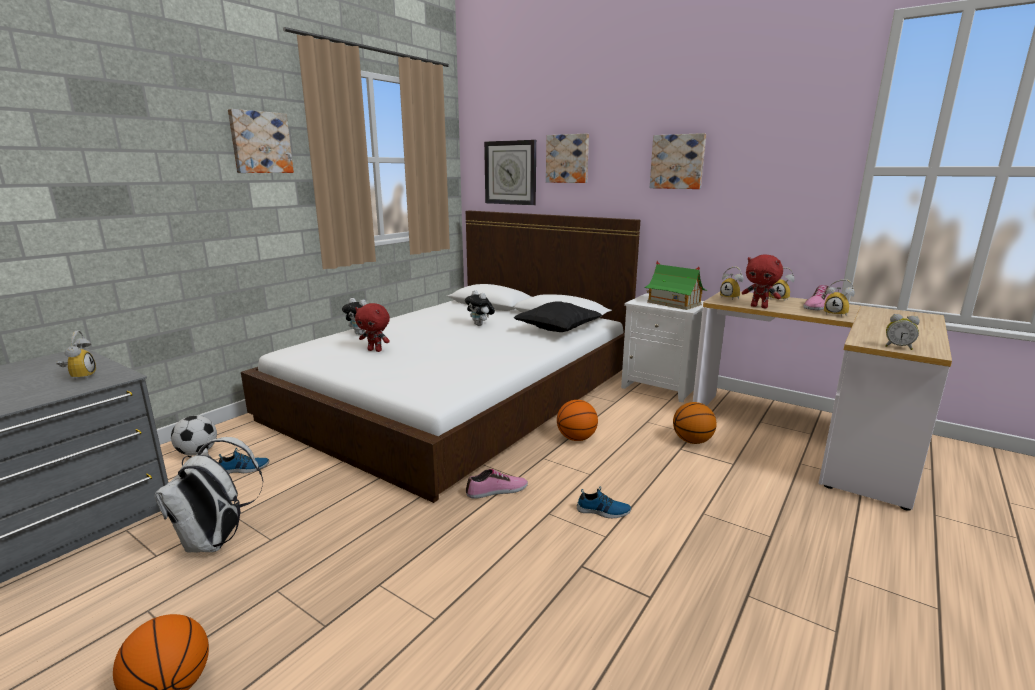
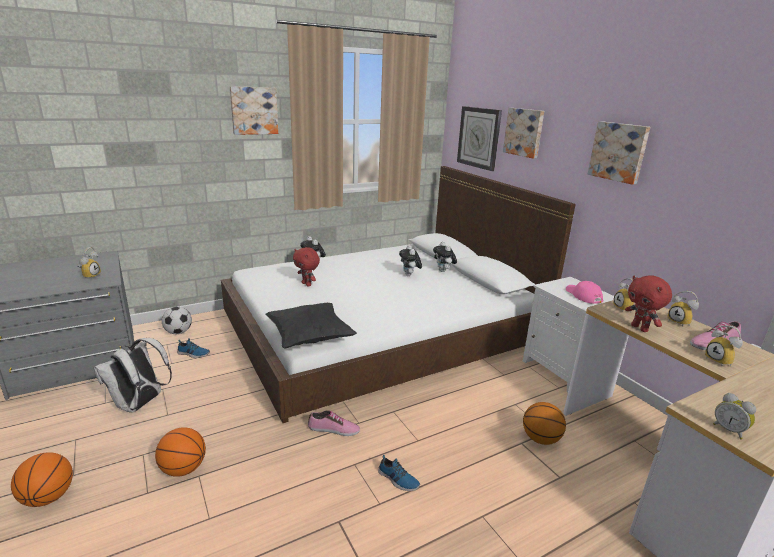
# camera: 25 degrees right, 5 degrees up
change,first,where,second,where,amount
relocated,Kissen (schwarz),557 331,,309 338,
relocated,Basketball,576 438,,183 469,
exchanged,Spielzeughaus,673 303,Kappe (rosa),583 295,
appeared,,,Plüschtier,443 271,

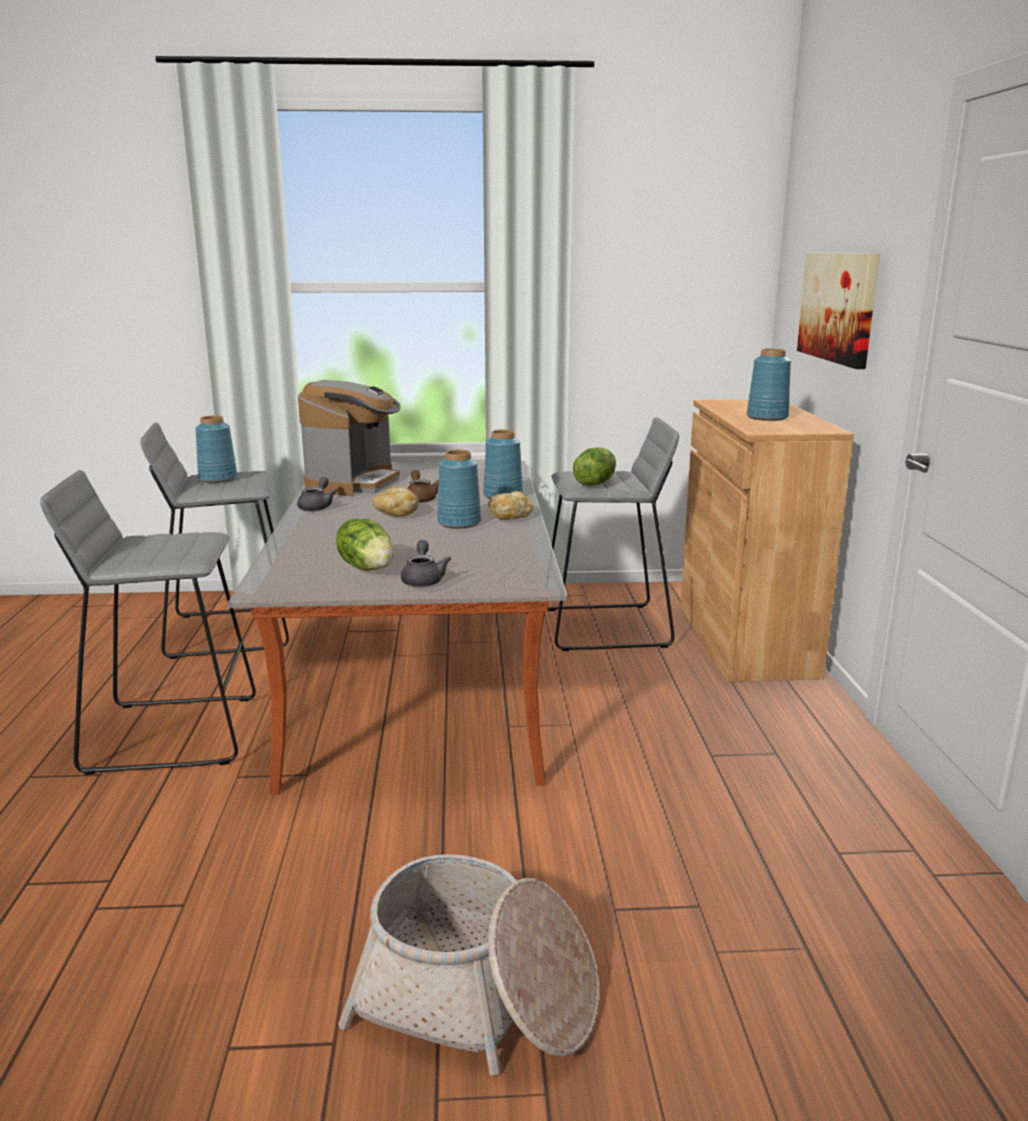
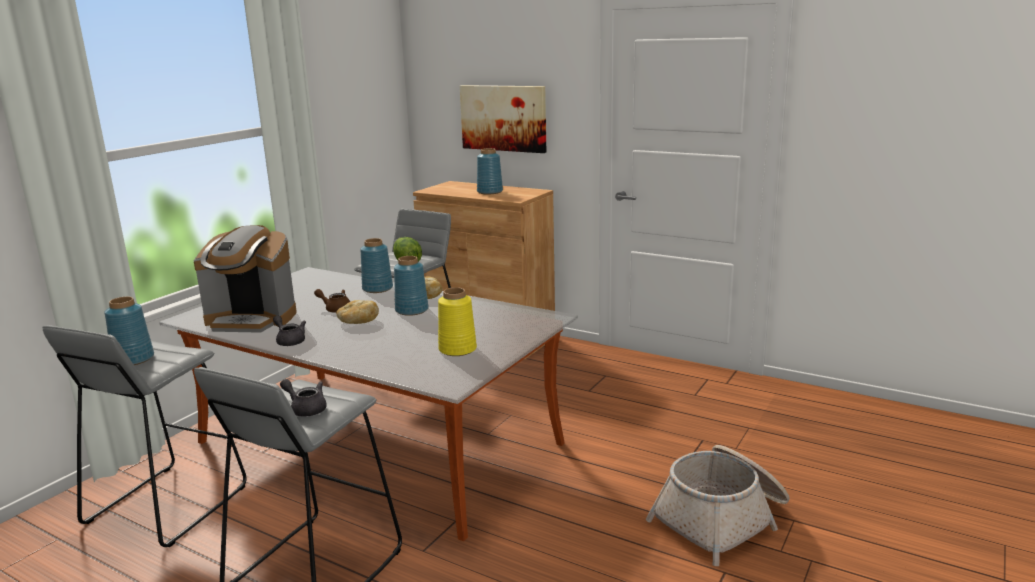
# camera: 55 degrees left, 0 degrees up
change,first,where,second,where,amount
spun,Kaffeemaschine,354 483,,252 320,135 degrees clockwise
exchanged,Salatkopf,368 567,Vase (gelb),457 349,
relocated,Teekanne (grau),423 579,,306 408,

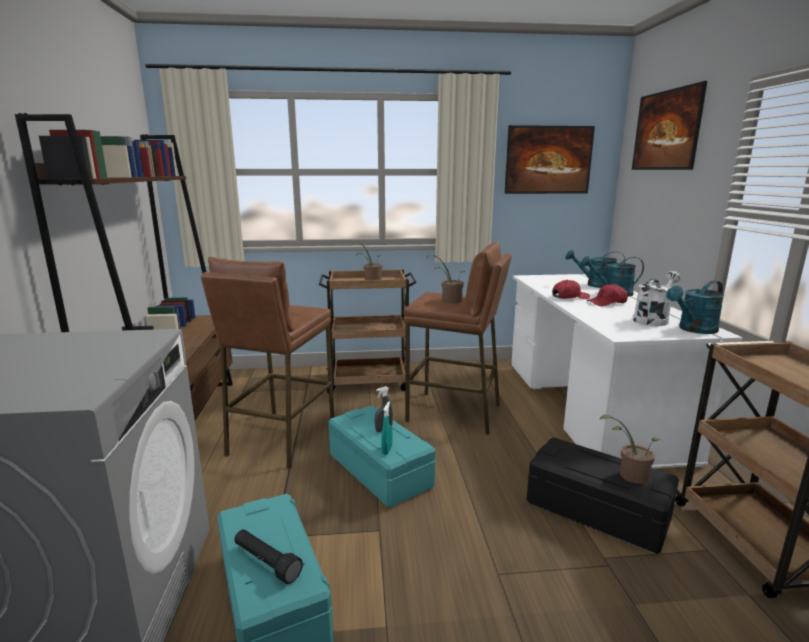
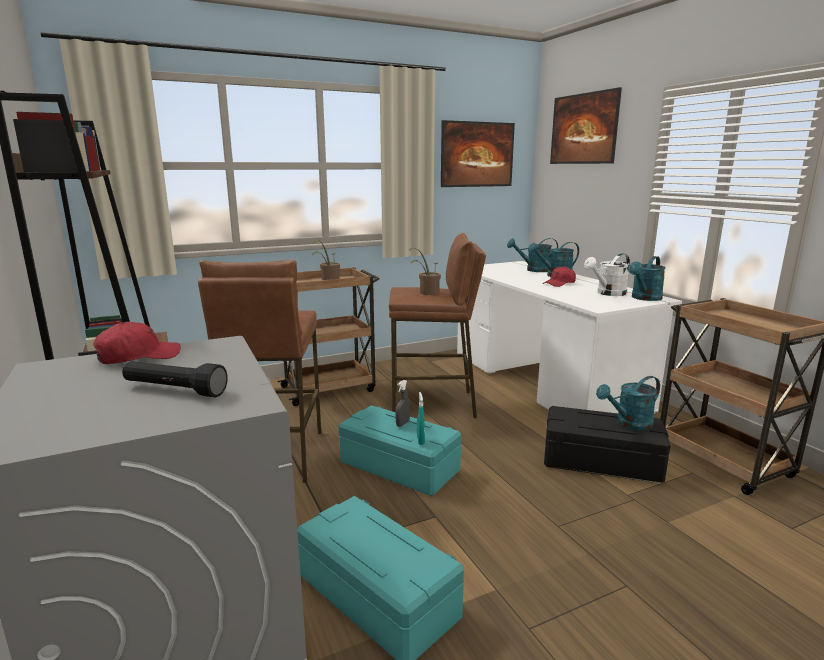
# camera: 20 degrees left, 0 degrees up
change,first,where,second,where,amount
relocated,Taschenlampe (schwarz),266 563,,174 390,
relocated,Kappe (rot),569 297,,138 357,
exchanged,Topfpflanze,629 475,Gießkanne (türkis),629 423,
spun,Gießkanne (weiß),653 319,,608 293,150 degrees counterclockwise

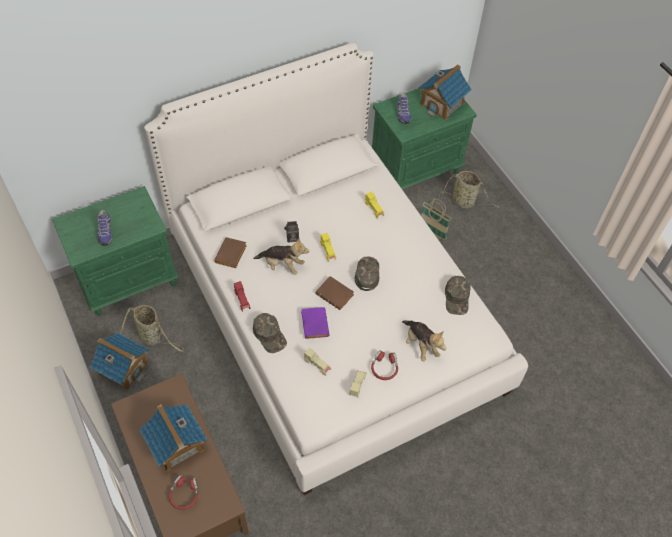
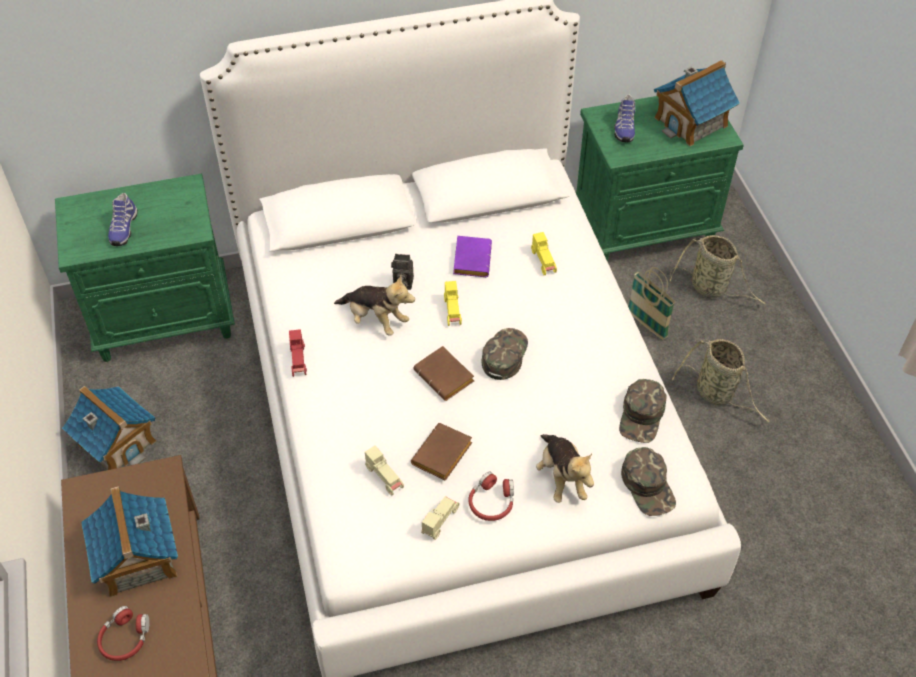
# camera: 15 degrees right, 5 degrees down
change,first,where,second,where,amount
relocated,Korb,152 337,,717 394,
relocated,Buch (braun),231 255,,442 456,
relocated,Kappe (grün),270 335,,648 486,
relocated,Buch (lila),313 324,,470 259,

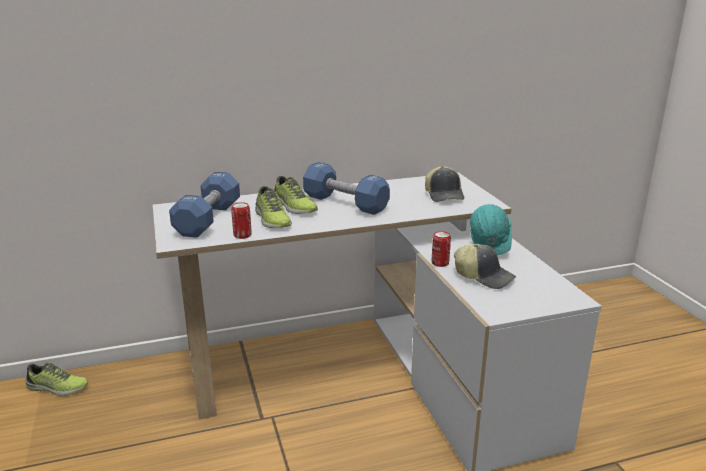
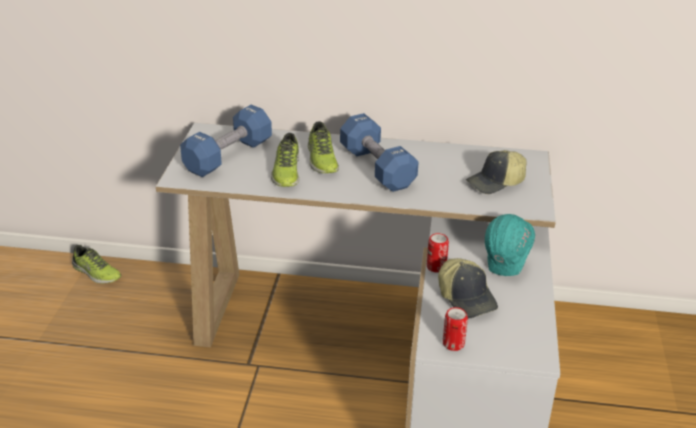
# camera: 25 degrees right, 10 degrees up
change,first,where,second,where,amount
relocated,Dose,242 235,,453 344,
spun,Kappe,444 195,,496 183,45 degrees clockwise

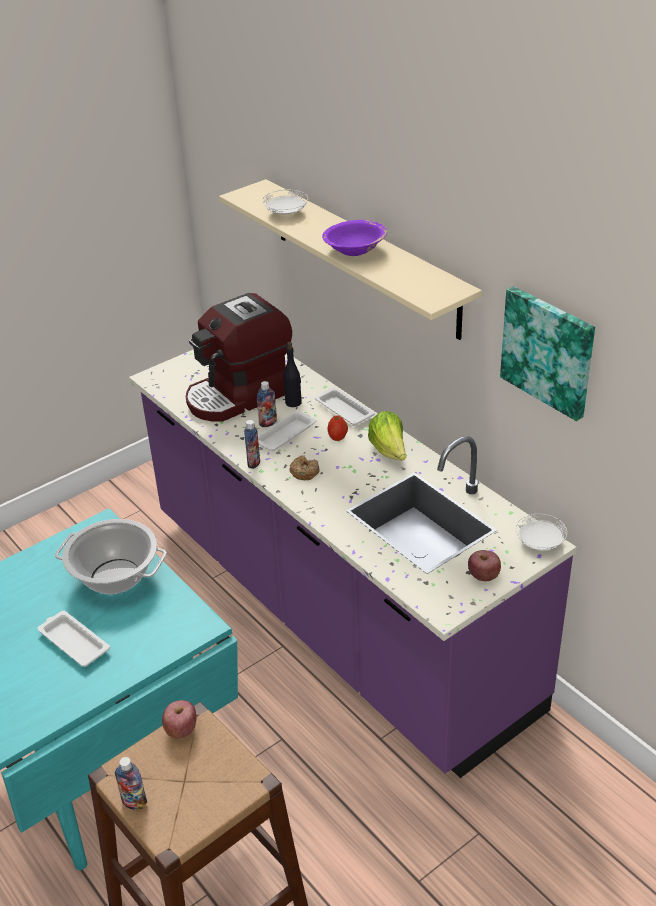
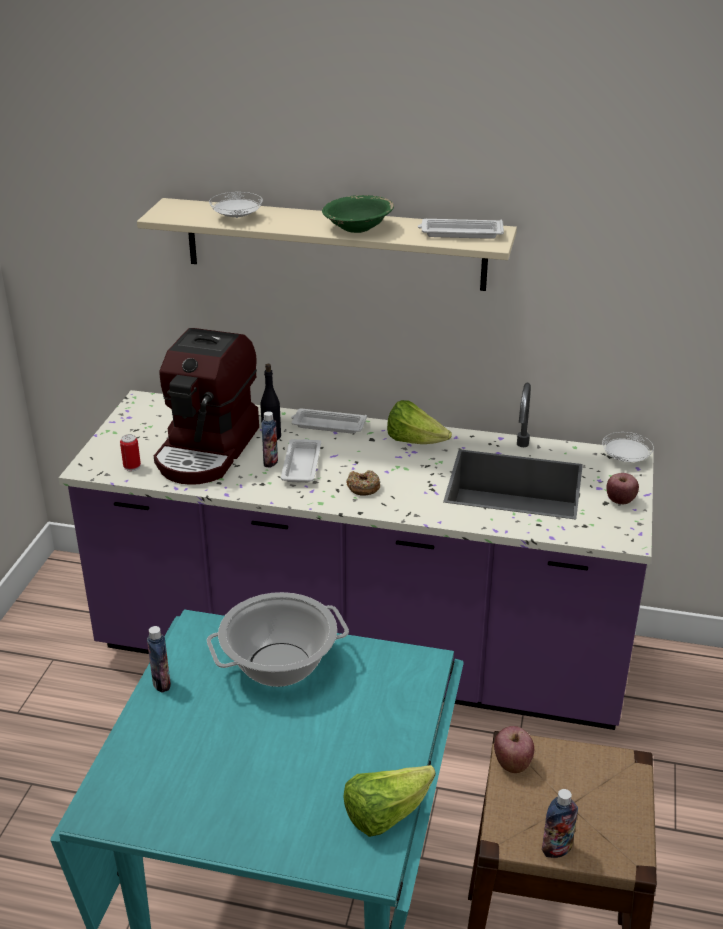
# camera: 40 degrees left, 5 degrees down
change,first,where,second,where,amount
relocated,Tablett (weiß),73 642,,460 233,
relocated,Flasche,253 463,,161 683,
colour,Schüssel (lila),355 250,Schüssel (grün),357 228,
missing,Apfel,337 437,,,
missing,Bild,549 351,,,
appeared,,,Dose,132 467,
appeared,,,Salatkopf,385 814,

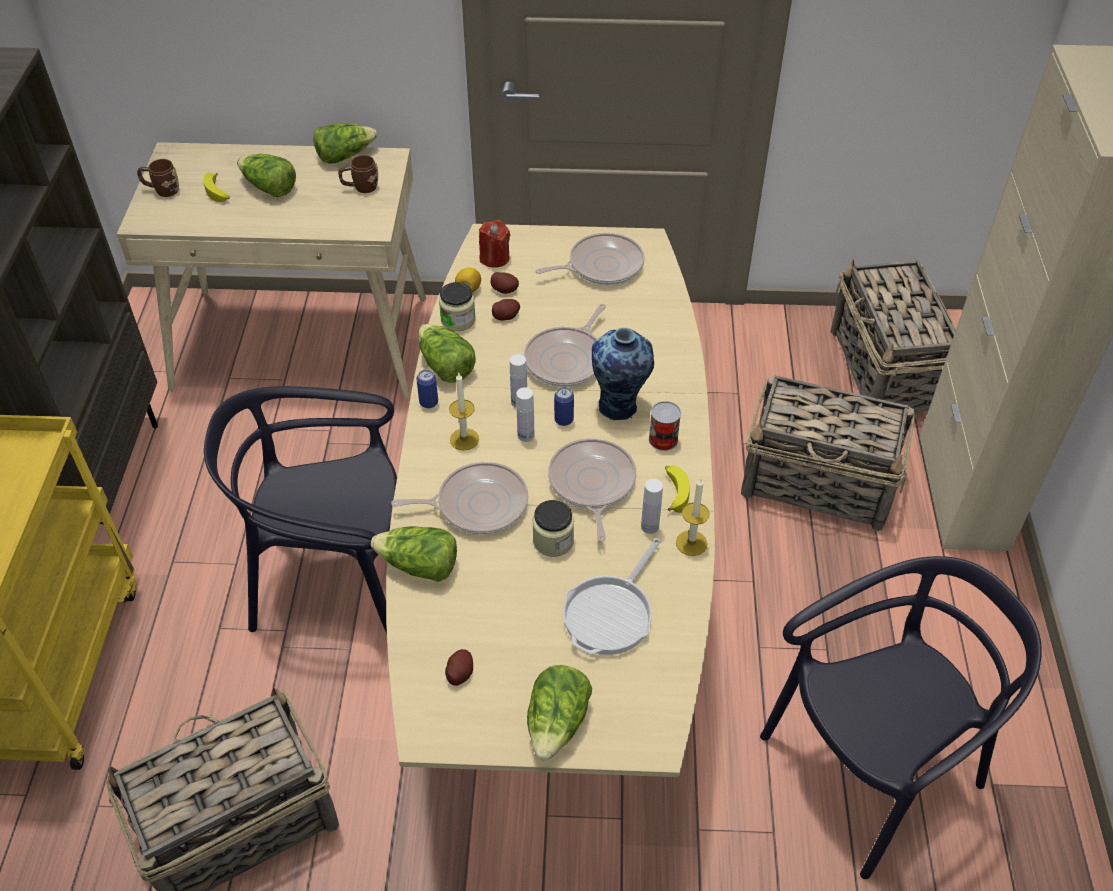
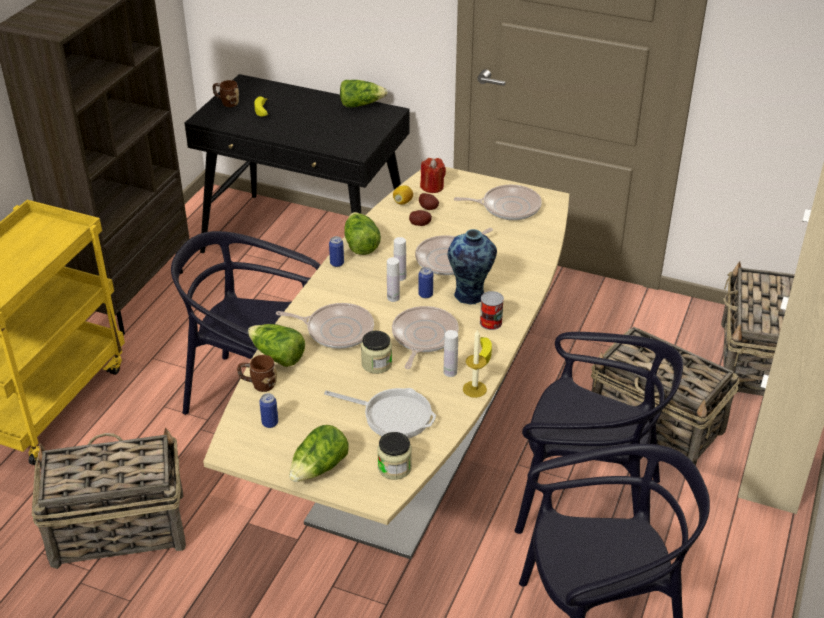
# camera: 20 degrees right, 10 degrees down
change,first,where,second,where,amount
colour,Schreibtisch (beige),303 342,Schreibtisch (schwarz),307 243,
missing,Salatkopf,269 188,,,
relocated,Henkelbecher (braun),360 188,,258 384,
relocated,Vorratsglas,458 320,,394 468,
exchanged,Kartoffel,460 673,Dose,270 423,
missing,Kerze,464 439,,,
spun,Pfanne,611 613,,393 416,120 degrees counterclockwise
appeared,,,Stuhl (schwarz),587 500,

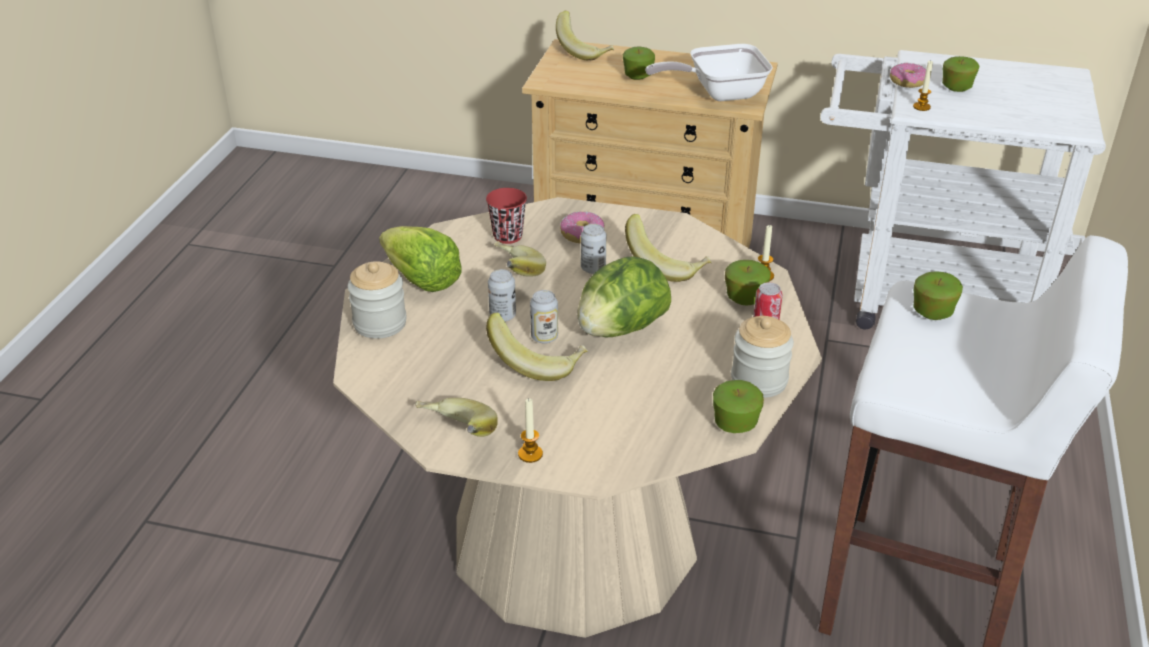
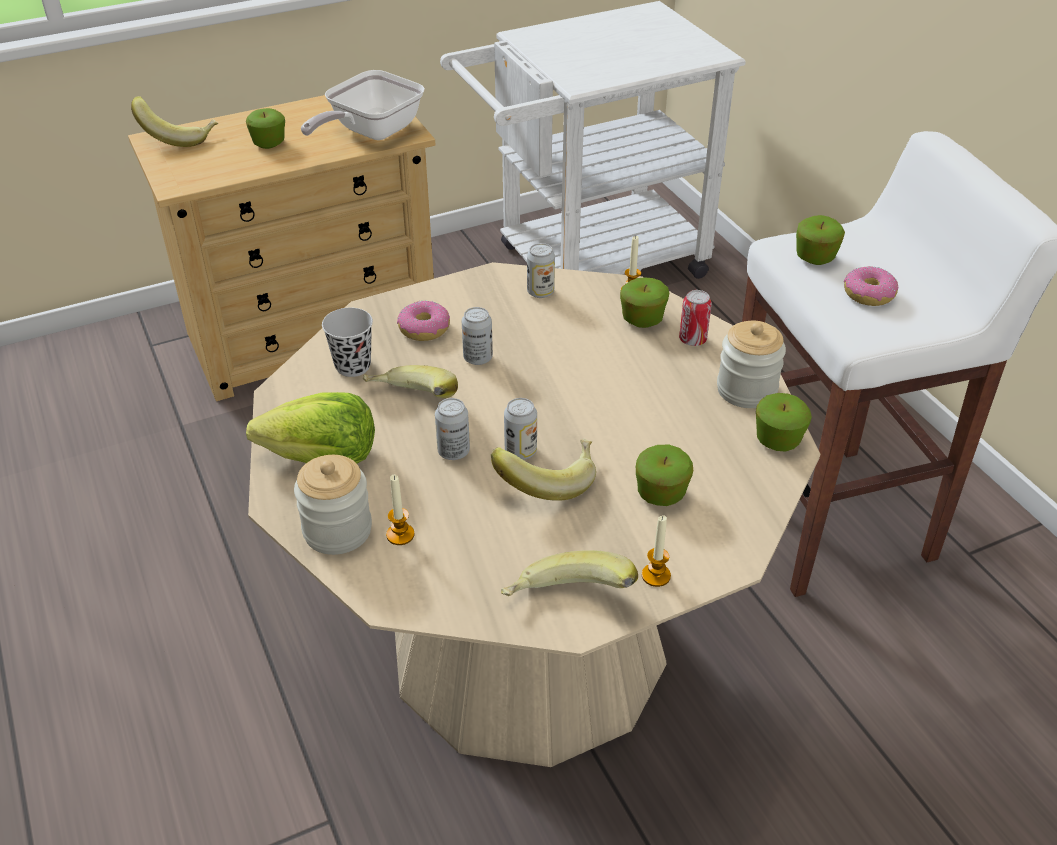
# camera: 40 degrees left, 5 degrees up
change,first,where,second,where,amount
colour,Tasse (rot),508 236,Tasse (schwarz),353 366,
missing,Salatkopf,621 329,,,
missing,Banane,666 265,,,
relocated,Donut,907 82,,869 294,
relocated,Kerze,921 107,,400 535,
relocated,Apfel,956 87,,661 494,
appeared,,,Dose,540 292,

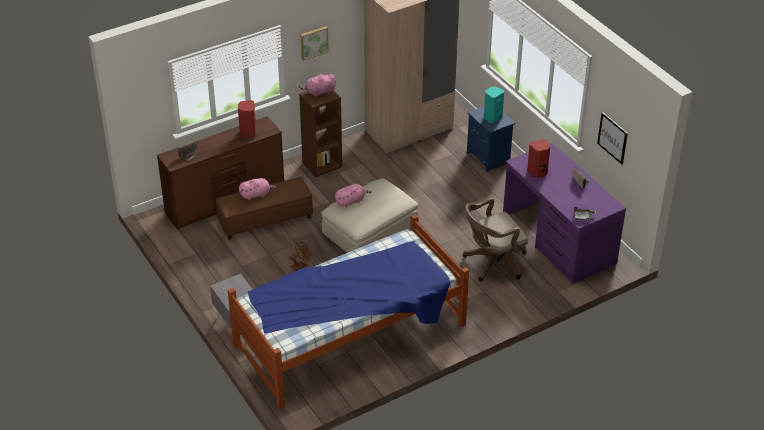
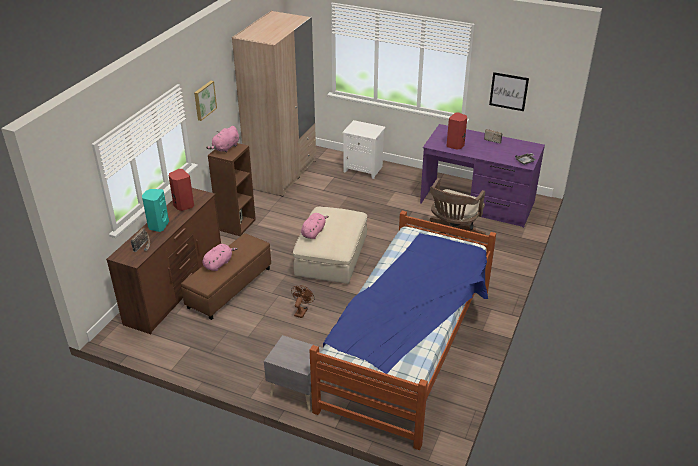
# camera: 35 degrees left, 5 degrees down
change,first,where,second,where,amount
colour,Nachttisch (blau),489 157,Nachttisch (weiß),364 169,
relocated,Lautsprecher (türkis),492 117,,158 226,

